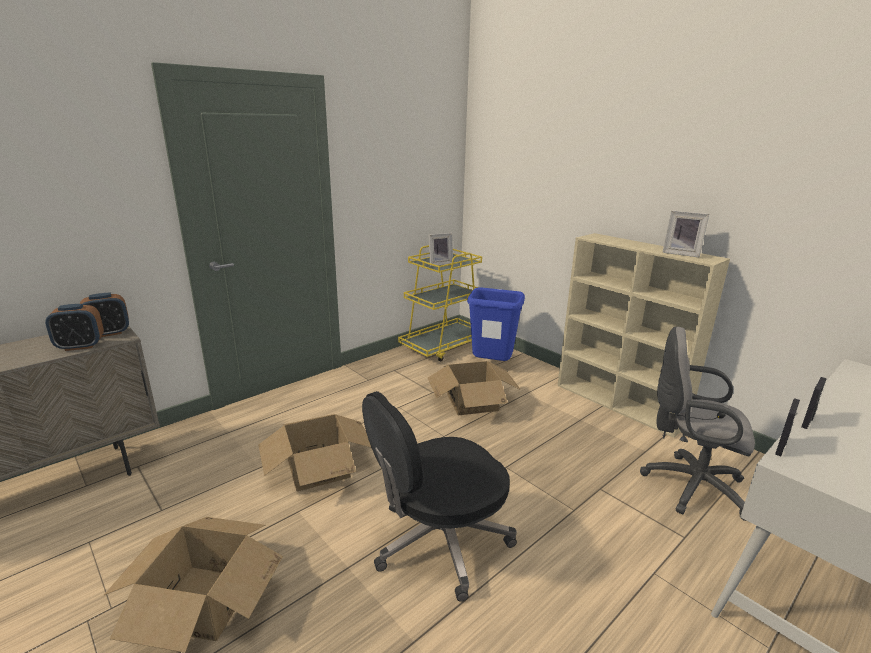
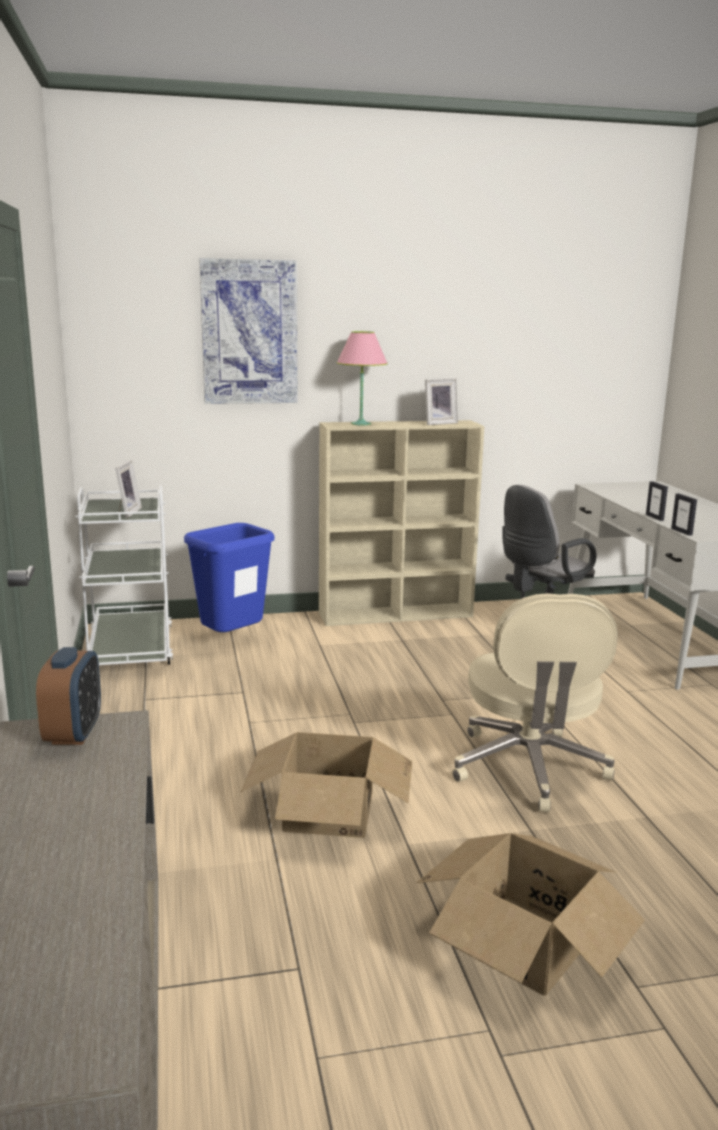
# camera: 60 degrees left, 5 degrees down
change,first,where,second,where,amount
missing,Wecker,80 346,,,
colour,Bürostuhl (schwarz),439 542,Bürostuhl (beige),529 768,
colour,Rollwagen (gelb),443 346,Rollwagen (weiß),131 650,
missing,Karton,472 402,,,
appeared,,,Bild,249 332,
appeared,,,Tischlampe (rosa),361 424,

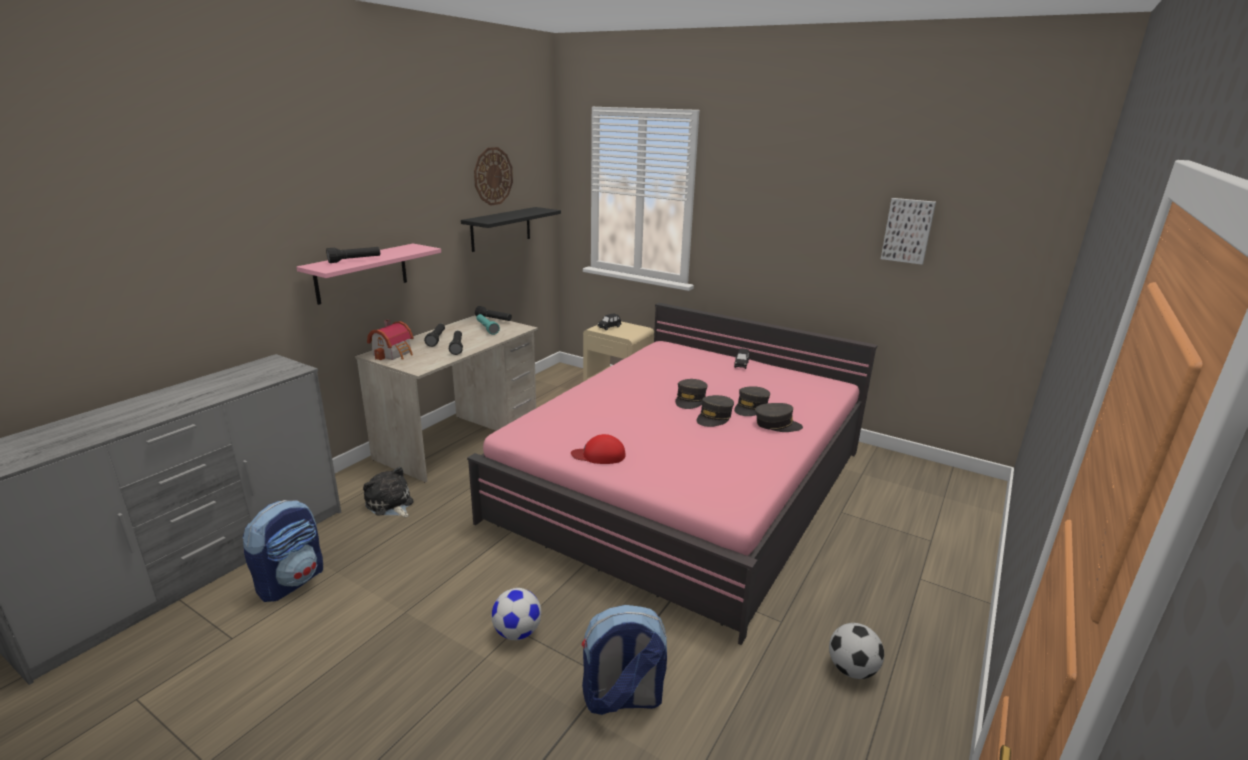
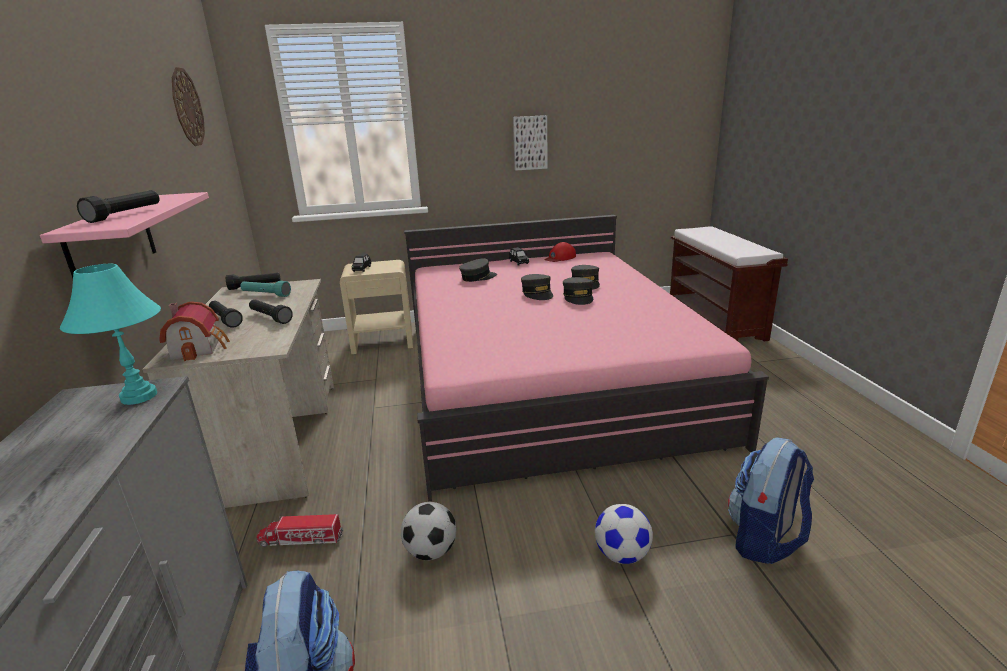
# camera: 40 degrees left, 0 degrees up
change,first,where,second,where,amount
exchanged,Plüschtier,390 504,Spielzeuglaster,301 539,
missing,Wandregal (schwarz),501 229,,,
relocated,Kappe (rot),599 455,,560 257,
relocated,Kappe (grau),777 425,,478 277,
relocated,Fußball,852 669,,431 551,
relocated,Bild,908 230,,529 143,
appeared,,,Tischlampe (türkis),140 396,
appeared,,,Bank (braun),715 320,

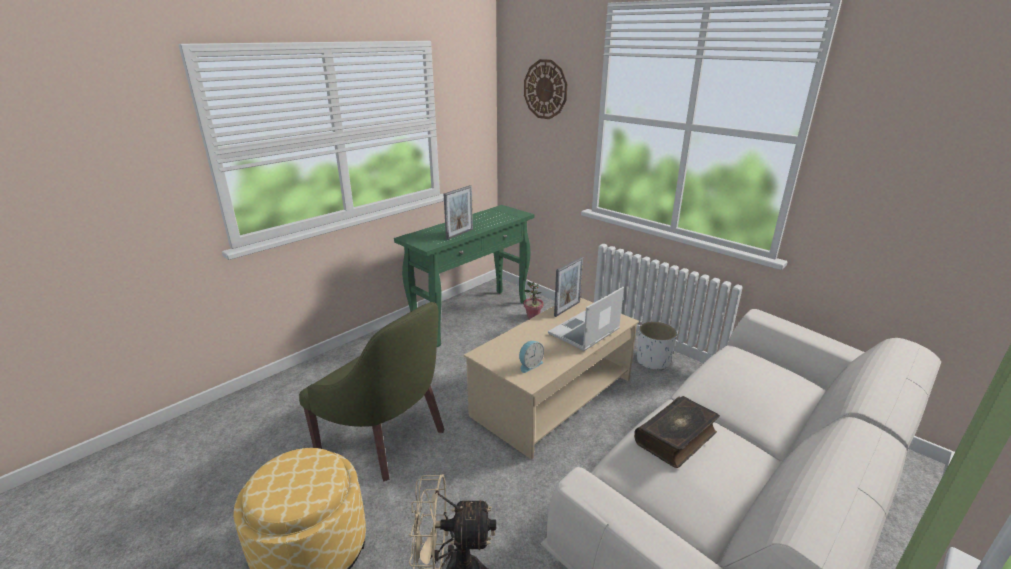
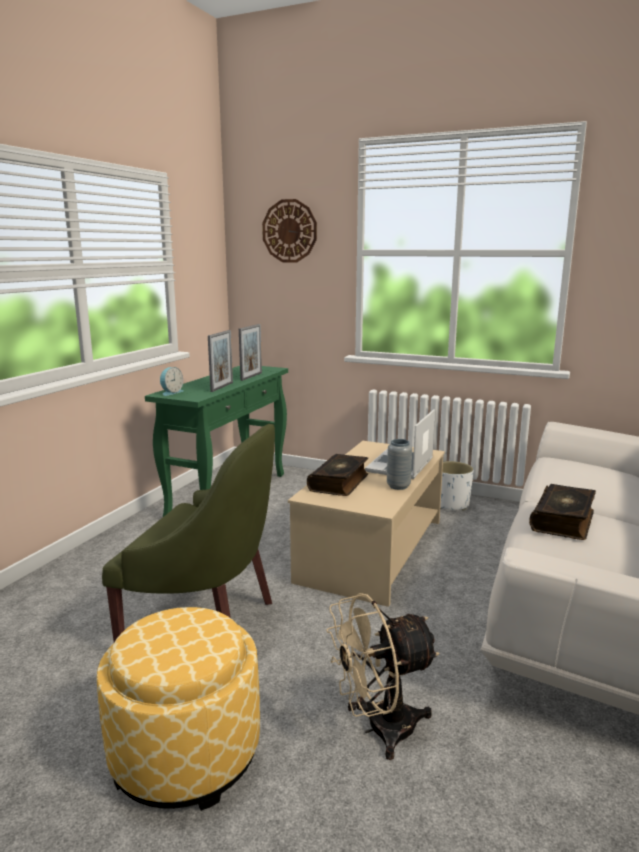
# camera: 20 degrees left, 10 degrees down
change,first,where,second,where,amount
relocated,Wecker,529 365,,171 392,
missing,Topfpflanze,533 316,,,
relocated,Bilderrahmen,567 309,,251 376,
appeared,,,Buch,340 483,
appeared,,,Vase (grau),398 486,

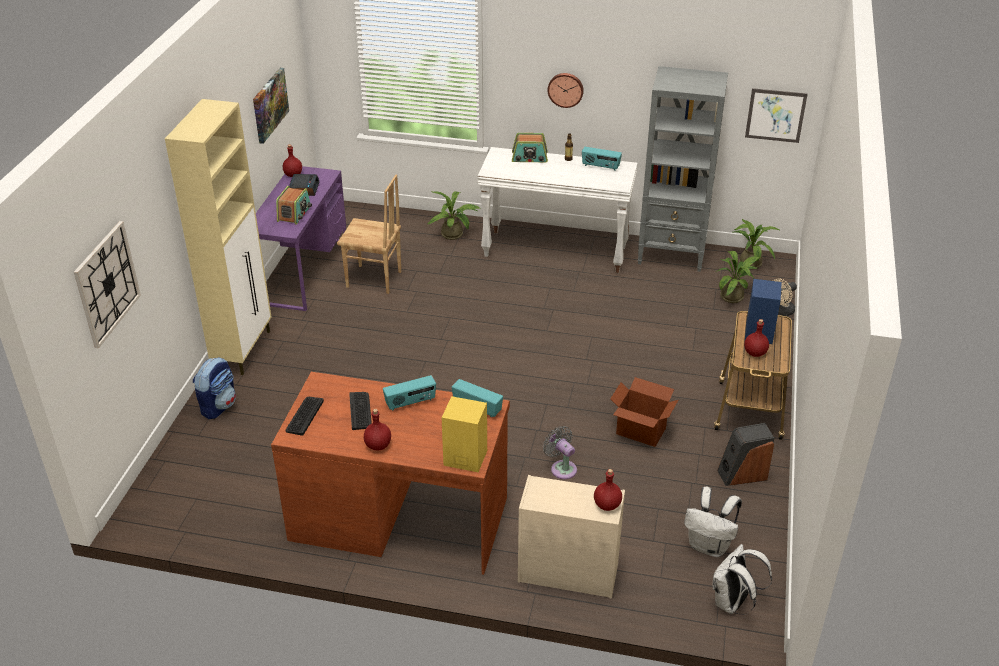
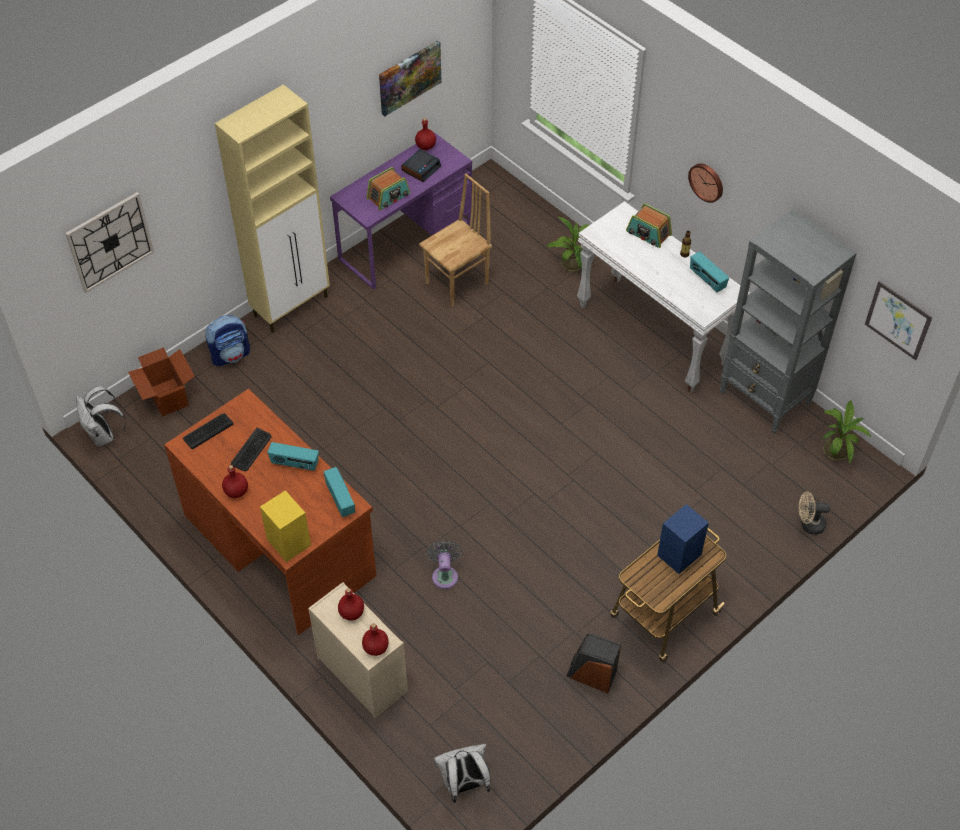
# camera: 35 degrees right, 15 degrees up
change,first,where,second,where,amount
spun,Stuhl (braun),374 280,,458 284,90 degrees counterclockwise
relocated,Karton,640 431,,167 397,
relocated,Rucksack (weiß),709 546,,103 435,
missing,Topfpflanze,734 296,,,
relocated,Flasche (rot),755 353,,351 613,

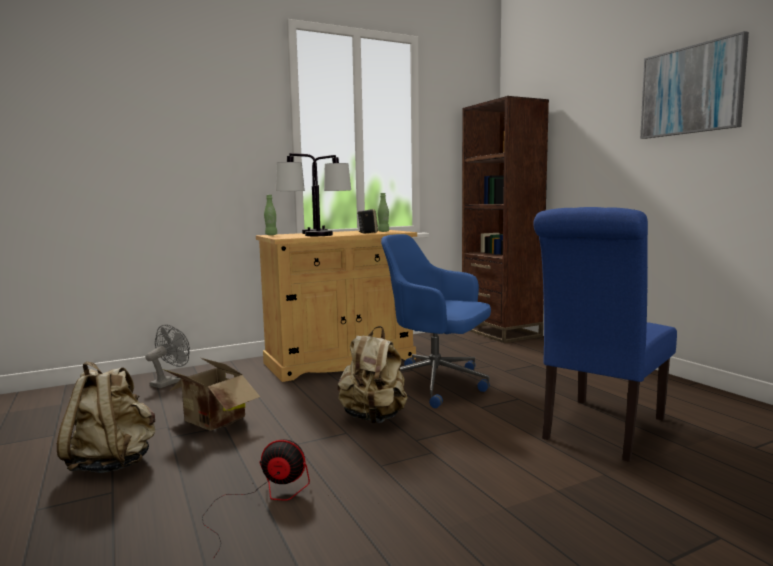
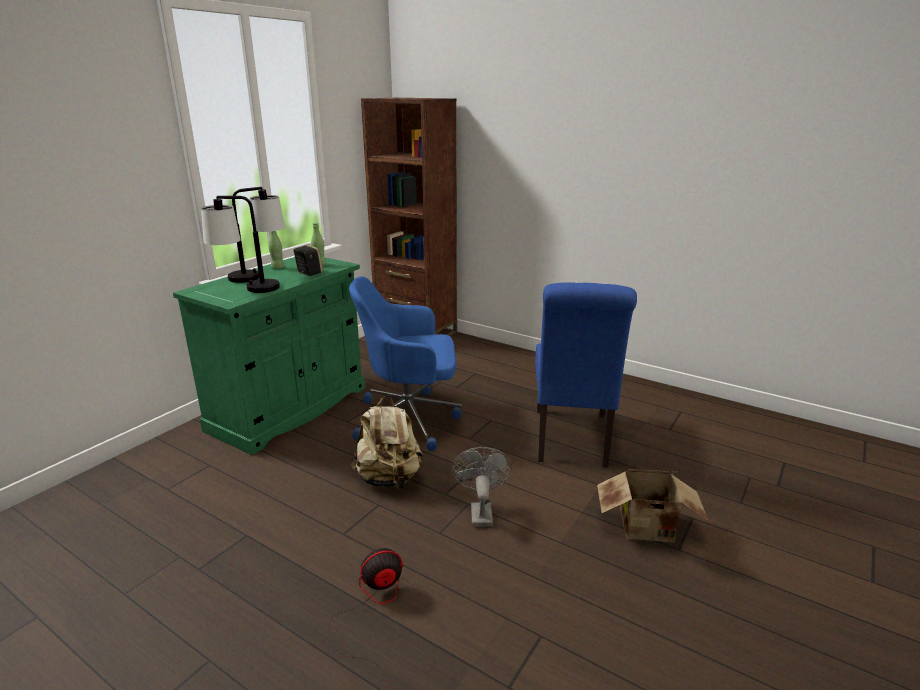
# camera: 30 degrees left, 15 degrees up
change,first,where,second,where,amount
missing,Rucksack (beige),113 463,,,
relocated,Ventilator (grau),170 382,,480 511,
relocated,Karton,212 422,,648 530,
colour,Schrank (beige),340 361,Schrank (grün),289 409,
relocated,Flasche (grün),271 235,,278 267,
missing,Bild,691 90,,,

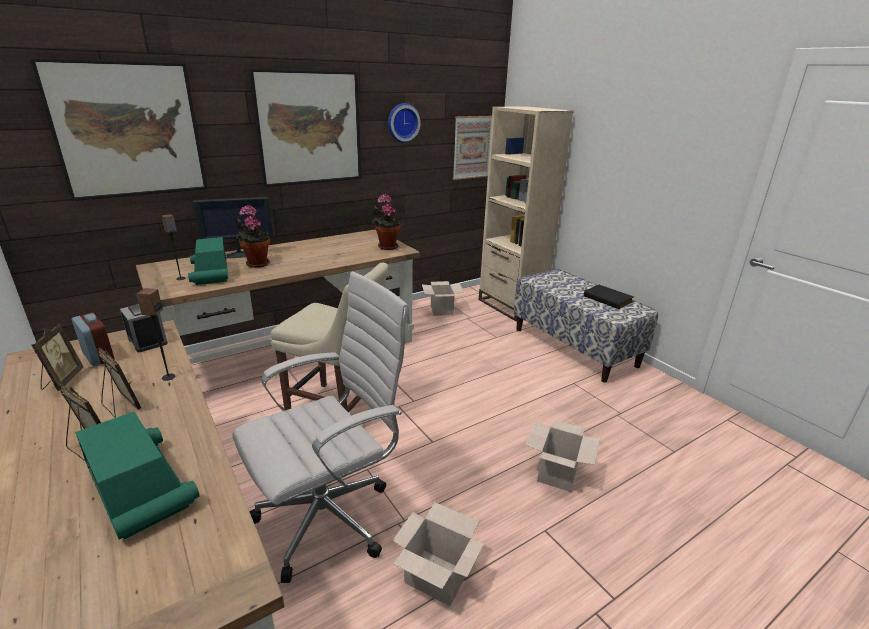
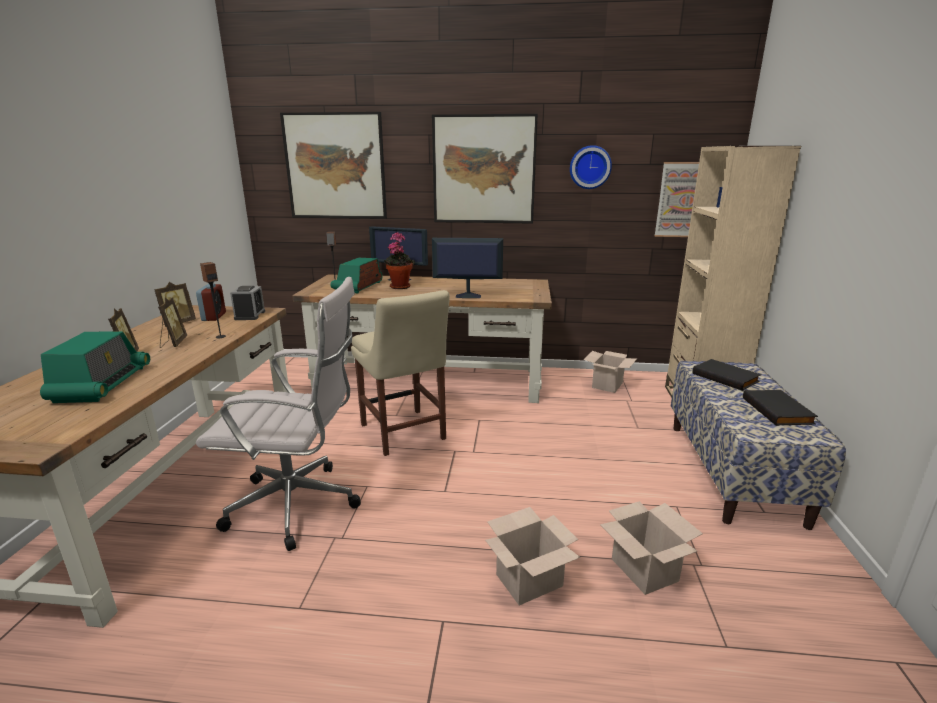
# camera: 40 degrees right, 5 degrees down
change,first,where,second,where,amount
missing,Topfpflanze,386 246,,,
relocated,Karton,434 577,,642 569,
appeared,,,Monitor,467 296,
appeared,,,Buch (schwarz),726 377,

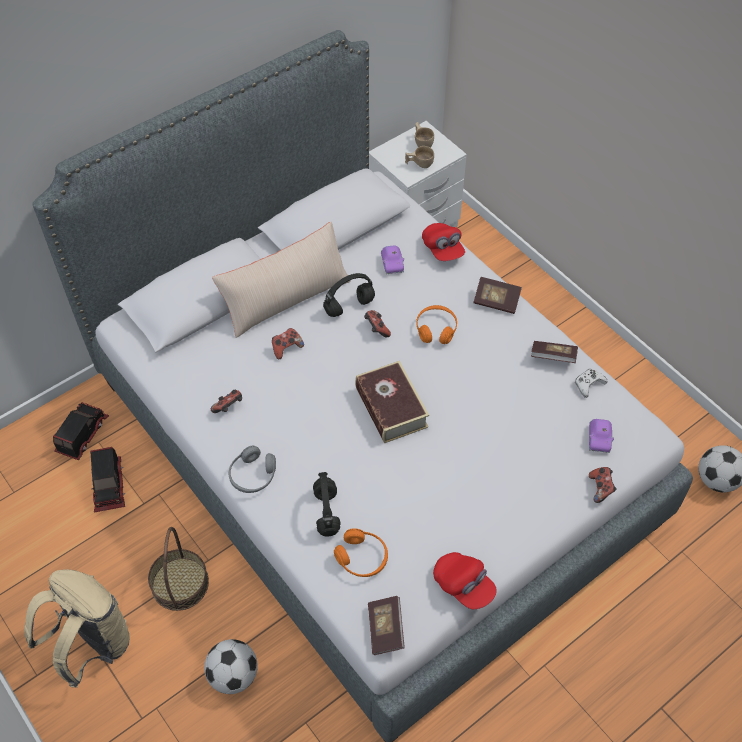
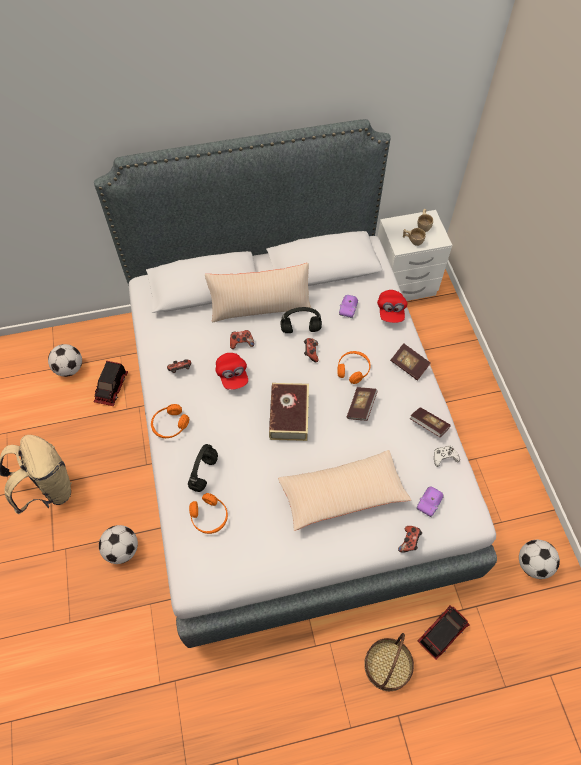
# camera: 25 degrees right, 5 degrees up
change,first,where,second,where,amount
relocated,Spielzeuglaster,81 434,,442 632,
relocated,Korb,180 583,,387 665,
colour,Kopfhörer (grau),253 475,Kopfhörer (orange),170 425,
relocated,Buch,385 629,,361 407,
relocated,Kappe (rot),463 585,,232 375,
appeared,,,Fußball,69 368,
appeared,,,Kissen (beige),342 494,

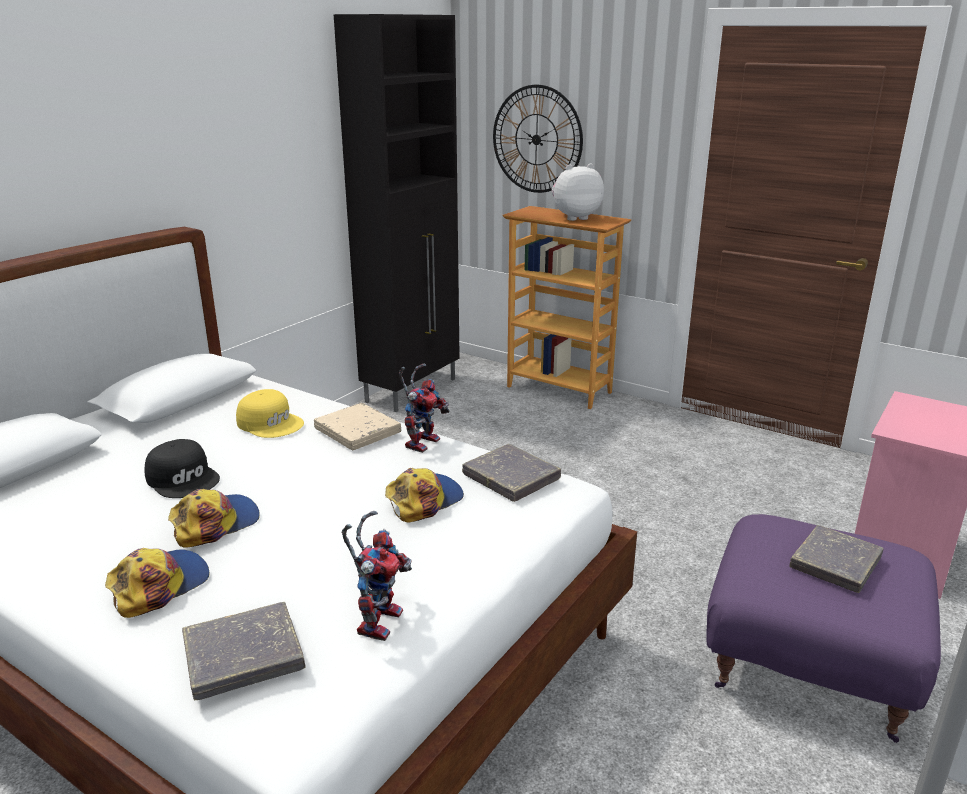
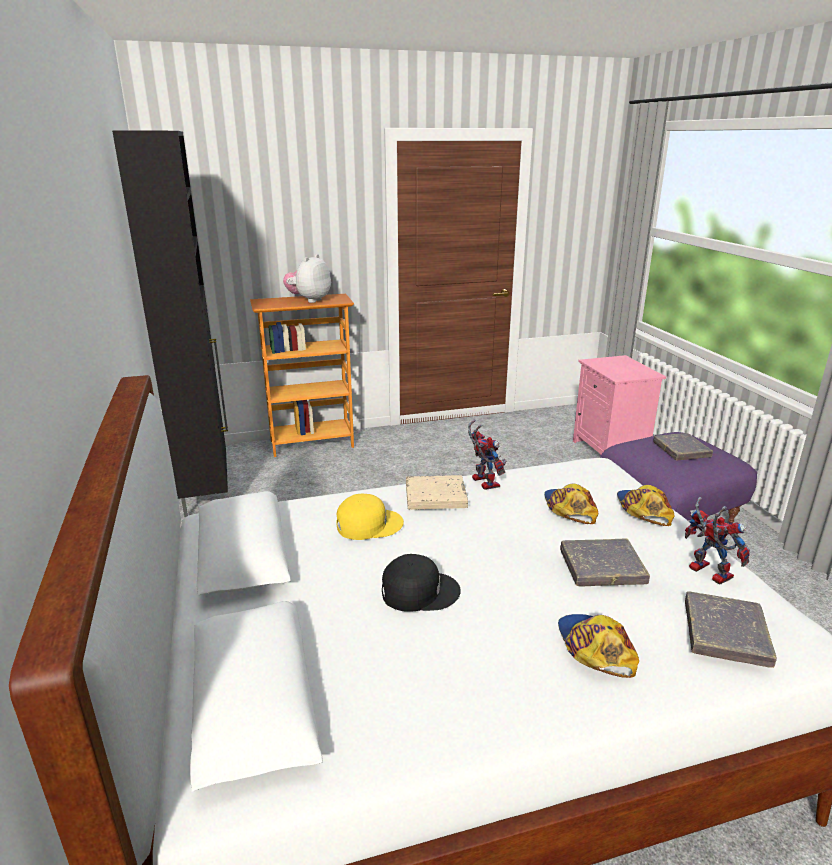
# camera: 50 degrees left, 0 degrees up
change,first,where,second,where,amount
relocated,Kappe,215 523,,643 510,
relocated,Buch (grau),511 477,,602 567,
missing,Wanduhr,536 139,,,

